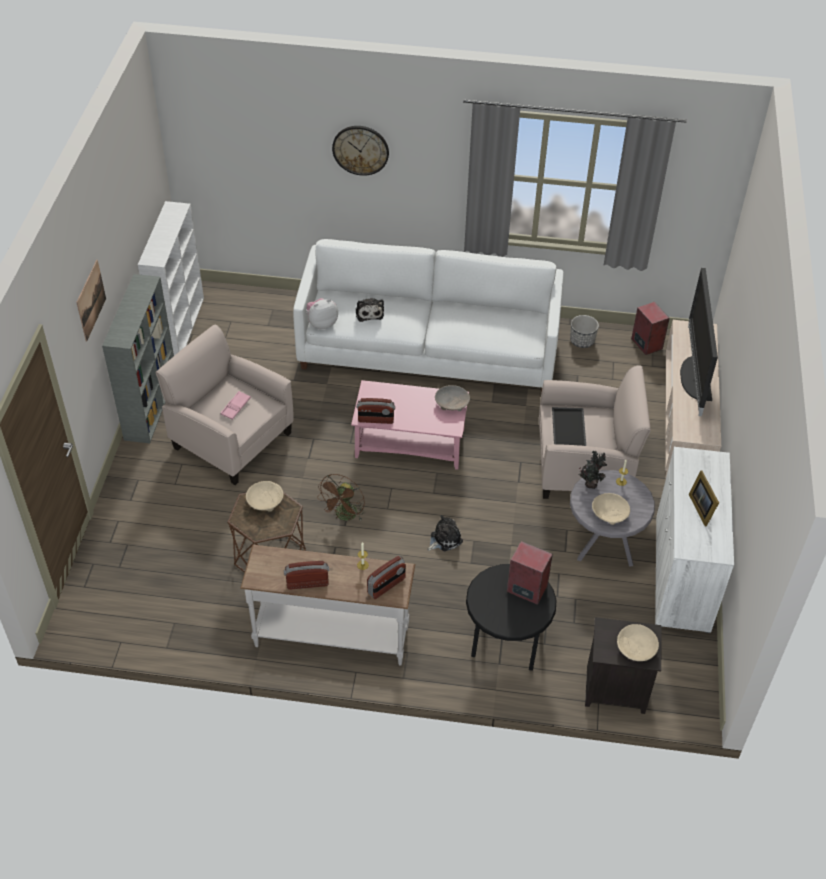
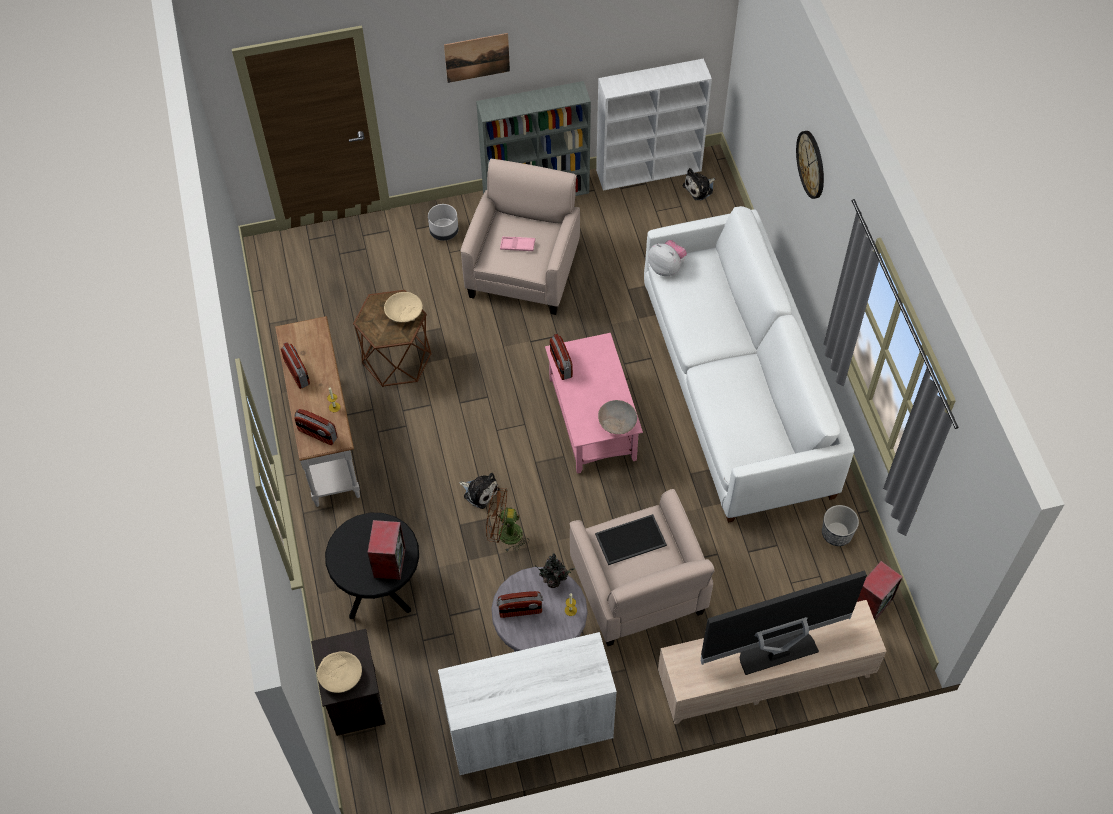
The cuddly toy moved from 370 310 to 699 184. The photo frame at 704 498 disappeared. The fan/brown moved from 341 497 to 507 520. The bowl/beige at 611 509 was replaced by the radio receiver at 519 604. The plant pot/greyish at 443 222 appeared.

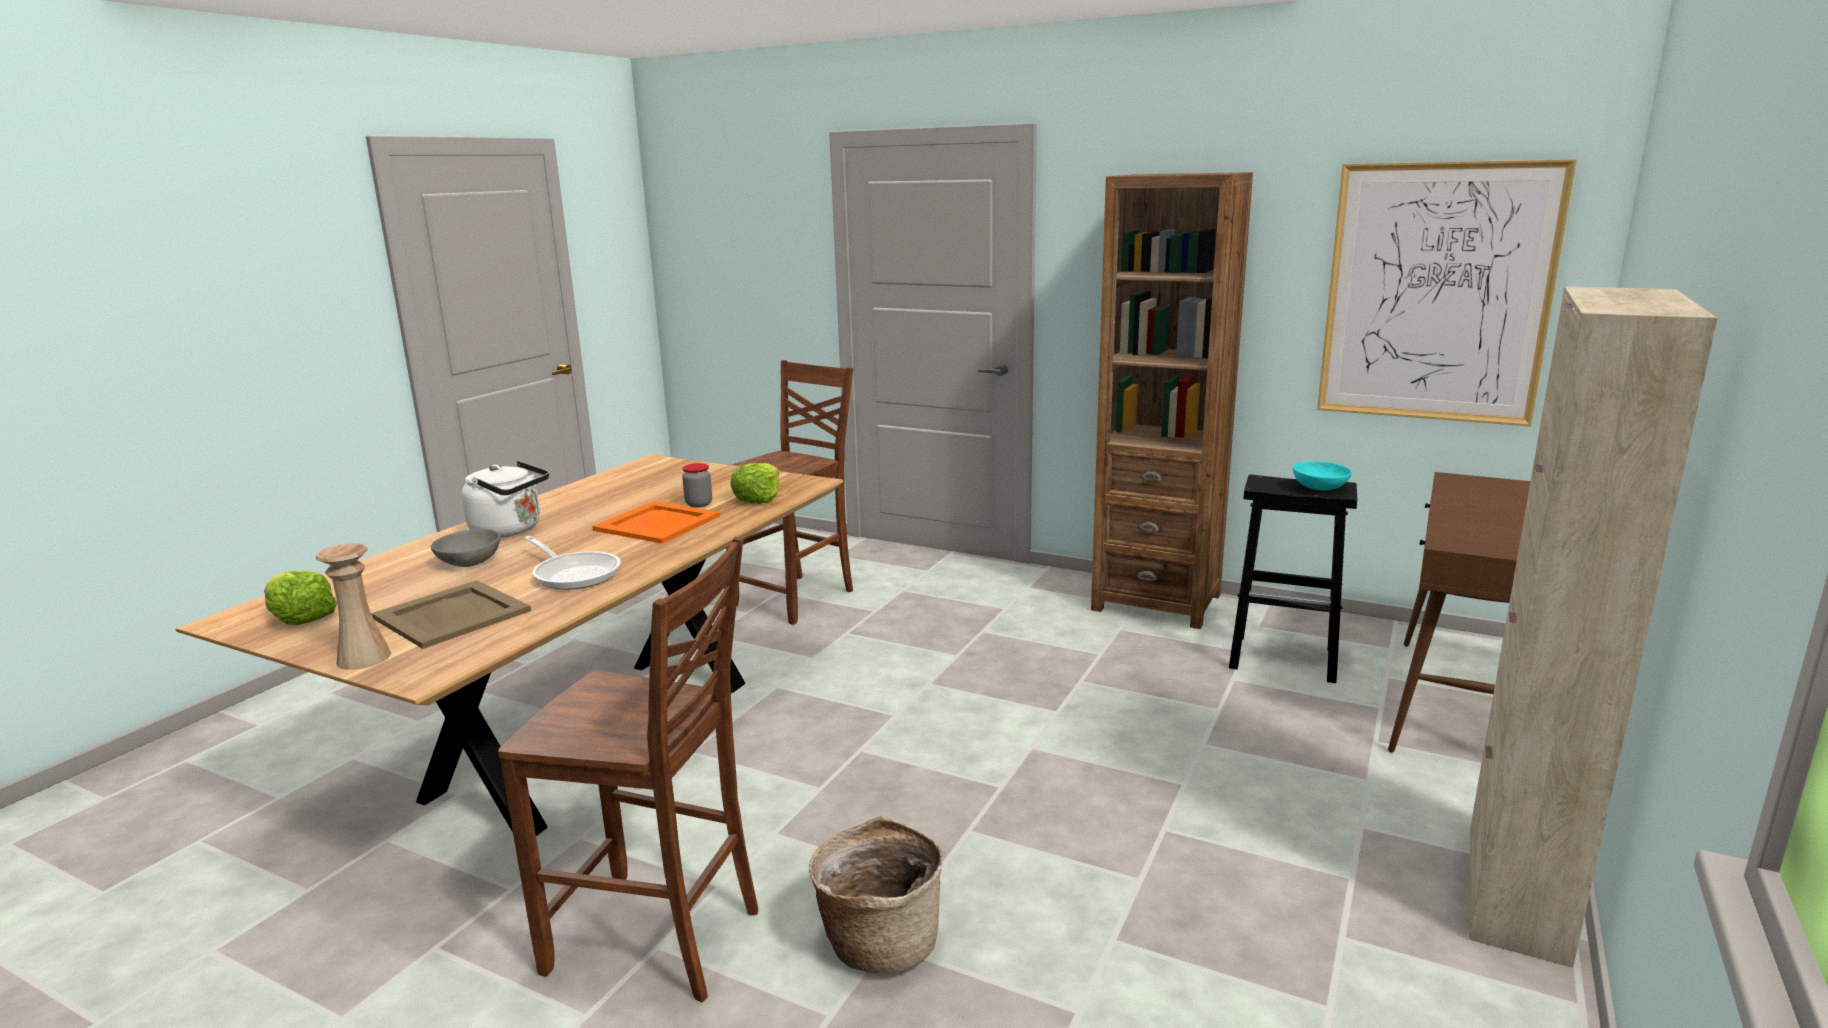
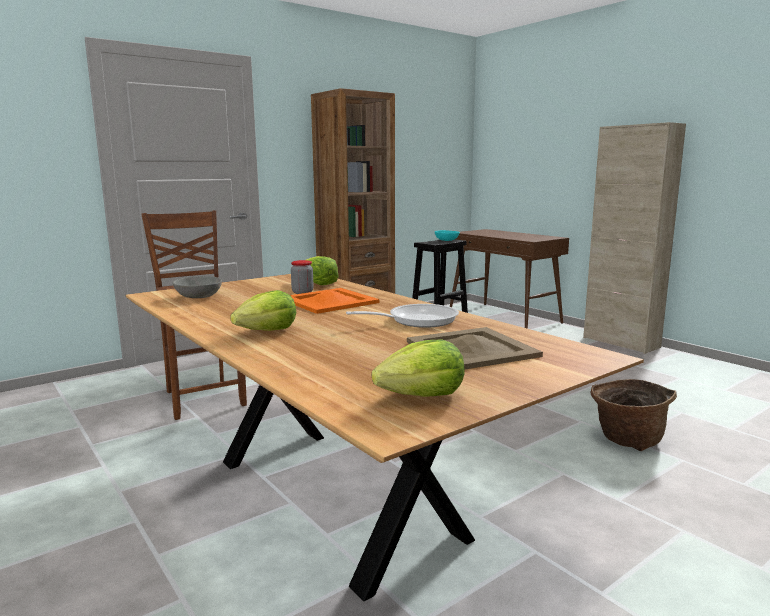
The wall picture at 1447 293 disappeared. The water kettle/whitish at 505 499 was replaced by the lettuce at 263 310. The bowl/greyish moved from 466 548 to 197 287. The chair/brown at 628 769 disappeared. The decorative vase/beige at 353 606 disappeared.

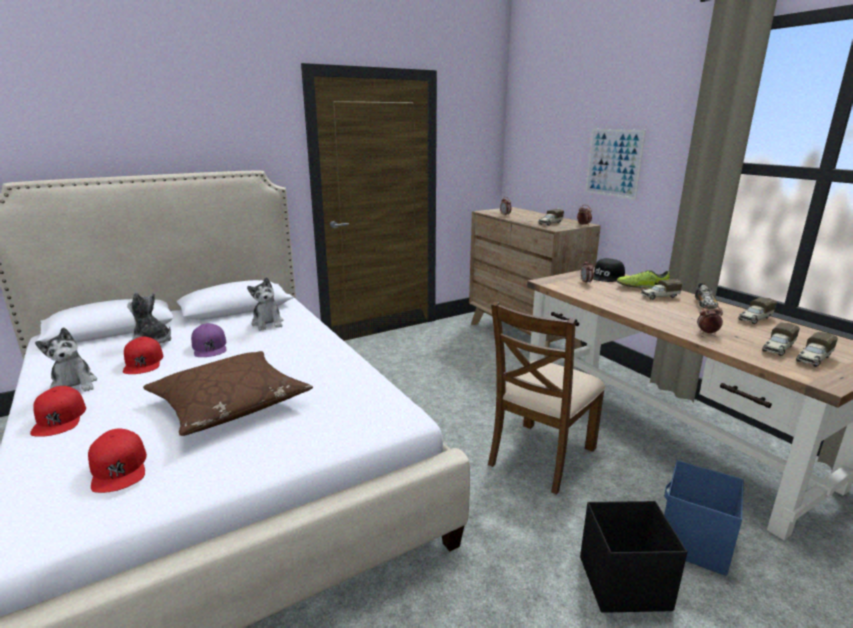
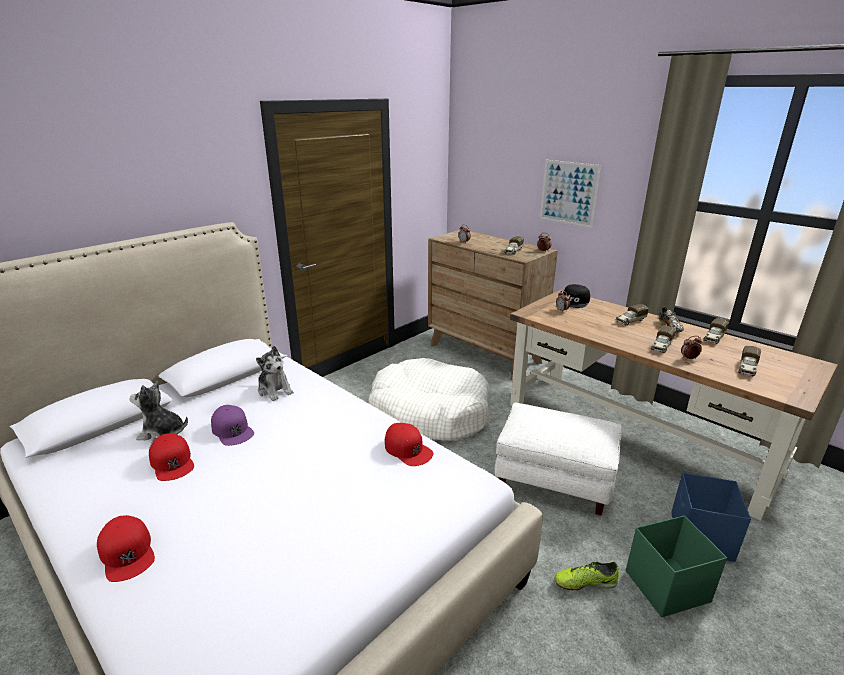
The item of footwear moved from 643 279 to 586 575. The chair/brown at 546 398 was replaced by the footrest/whitish at 558 459. The cuddly toy at 66 359 disappeared. The model truck moved from 817 349 to 663 339. The throw pillow/brown at 228 393 disappeared. The peaked cap/reddish moved from 117 461 to 409 444. The storage box/black at 633 557 became the storage box/green-coloured at 676 566. The dog cushion/whitish at 428 399 appeared.

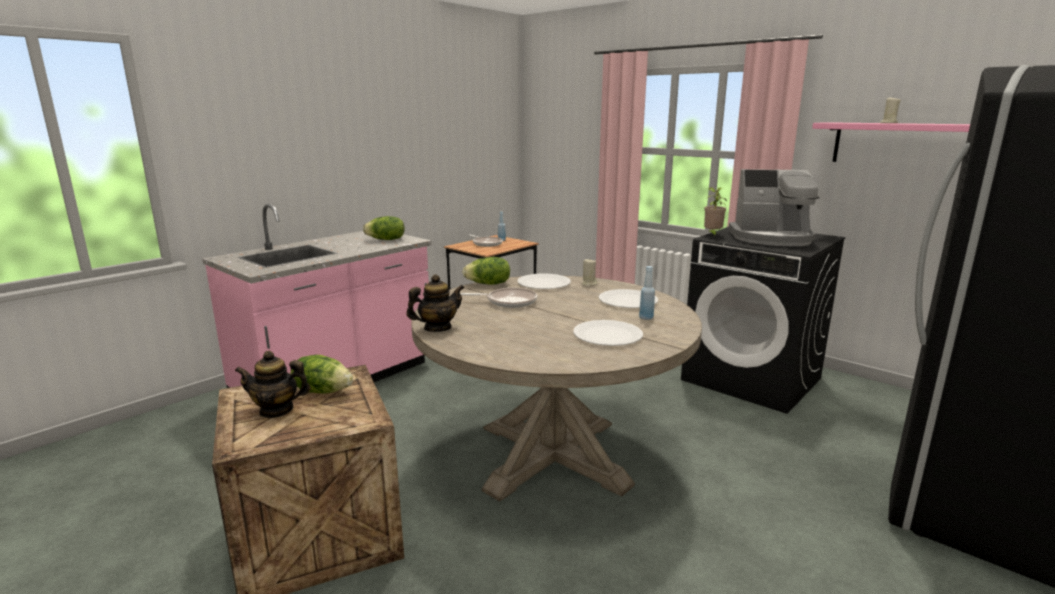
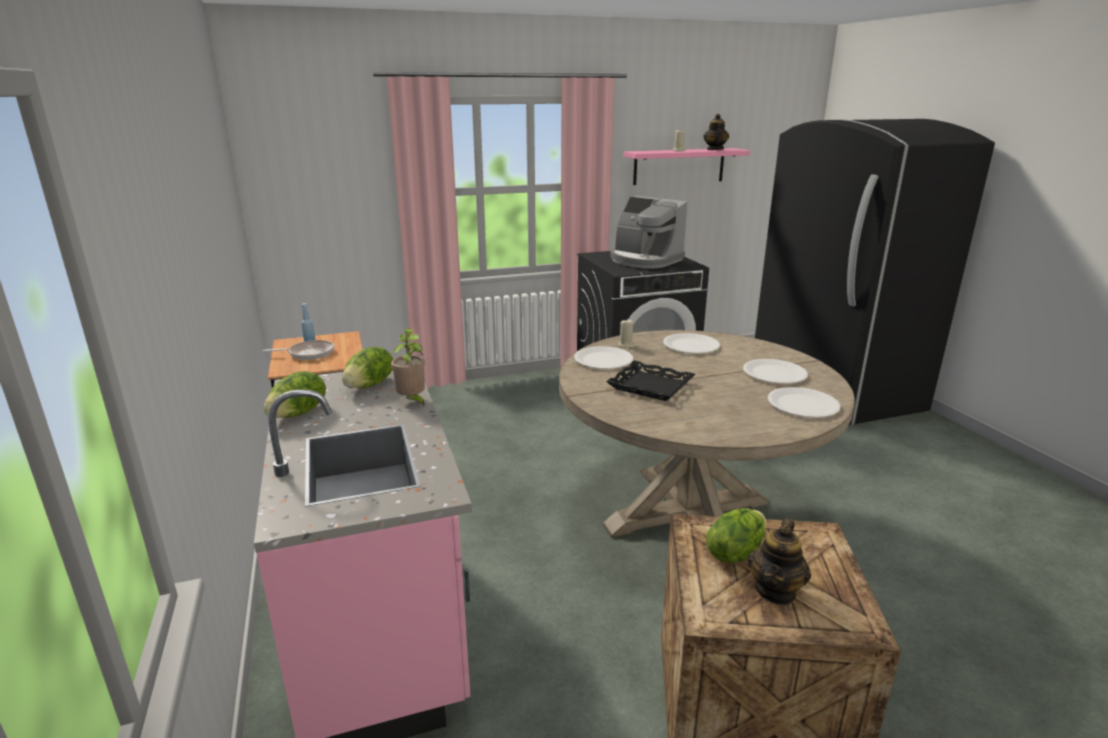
The coffee maker at 774 207 turned 90 degrees clockwise. The houseplant moved from 715 211 to 408 367. The lettuce moved from 486 271 to 294 394. The beverage bottle/blue at 647 293 disappeared. The pot for tea moved from 435 303 to 716 132. The frying pan at 499 298 was replaced by the serving tray/black at 651 380. The plate/whitish at 804 402 appeared.

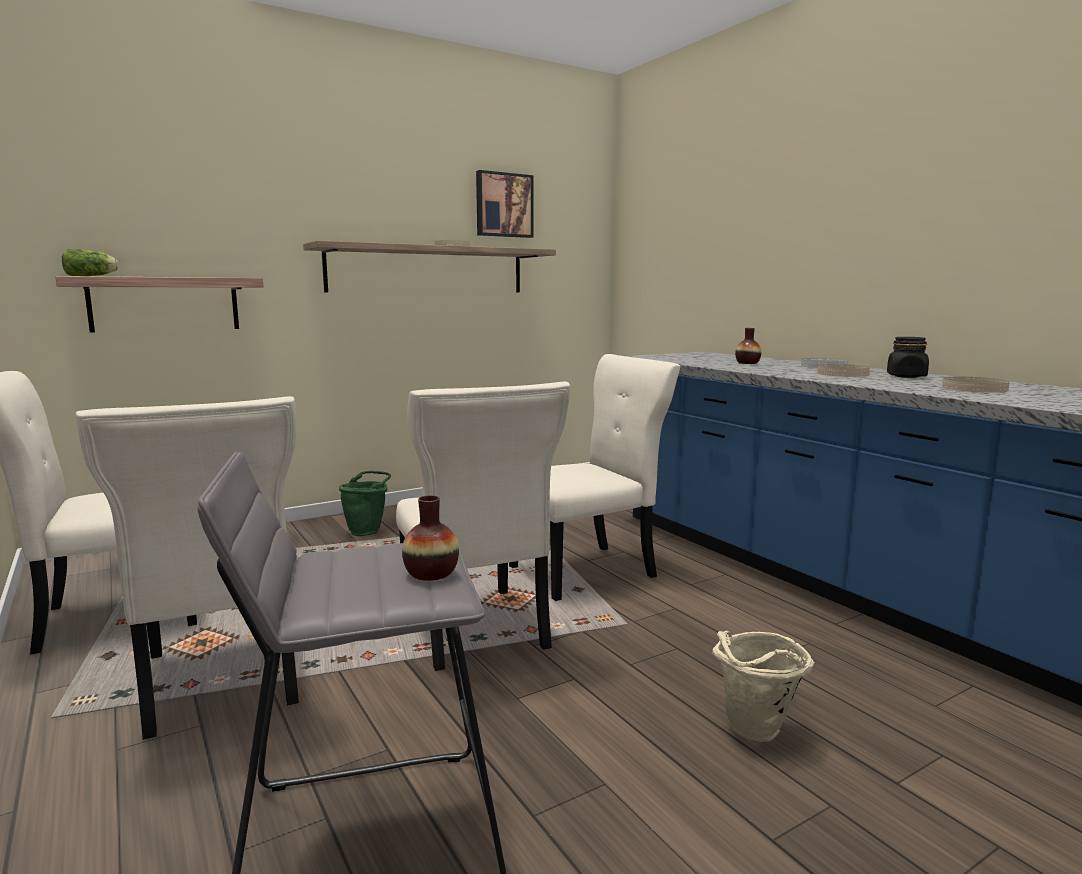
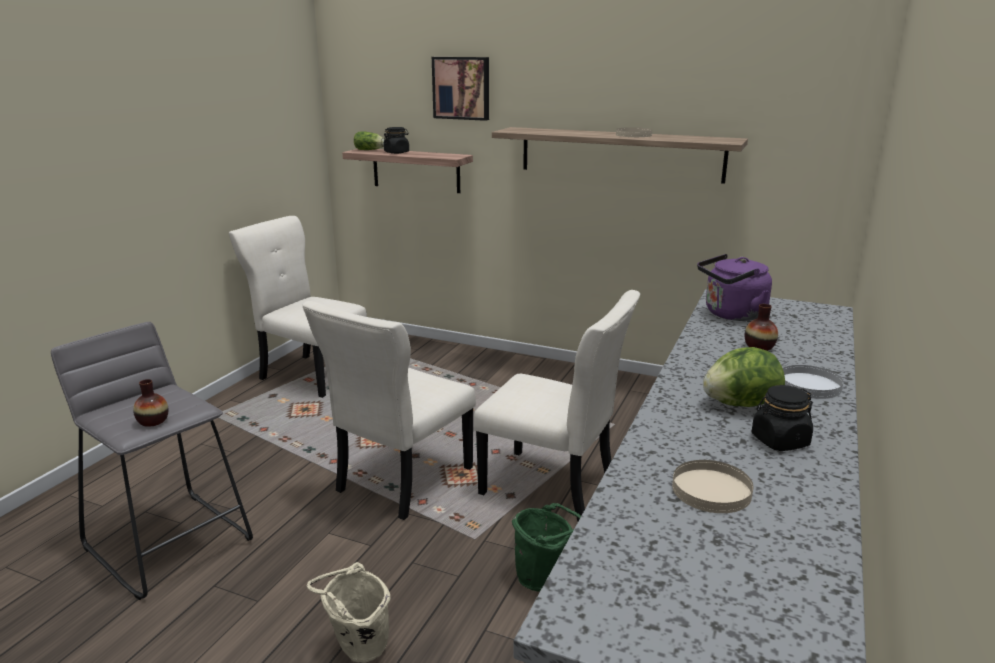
The wall picture moved from 505 204 to 460 89. The plate/beige at 843 370 was replaced by the lettuce at 744 377. The chair/beige at 187 568 disappeared. The pail/green-coloured moved from 365 503 to 546 547. The preserve jar/black at 396 140 appeared. The water kettle/purplish at 734 287 appeared.

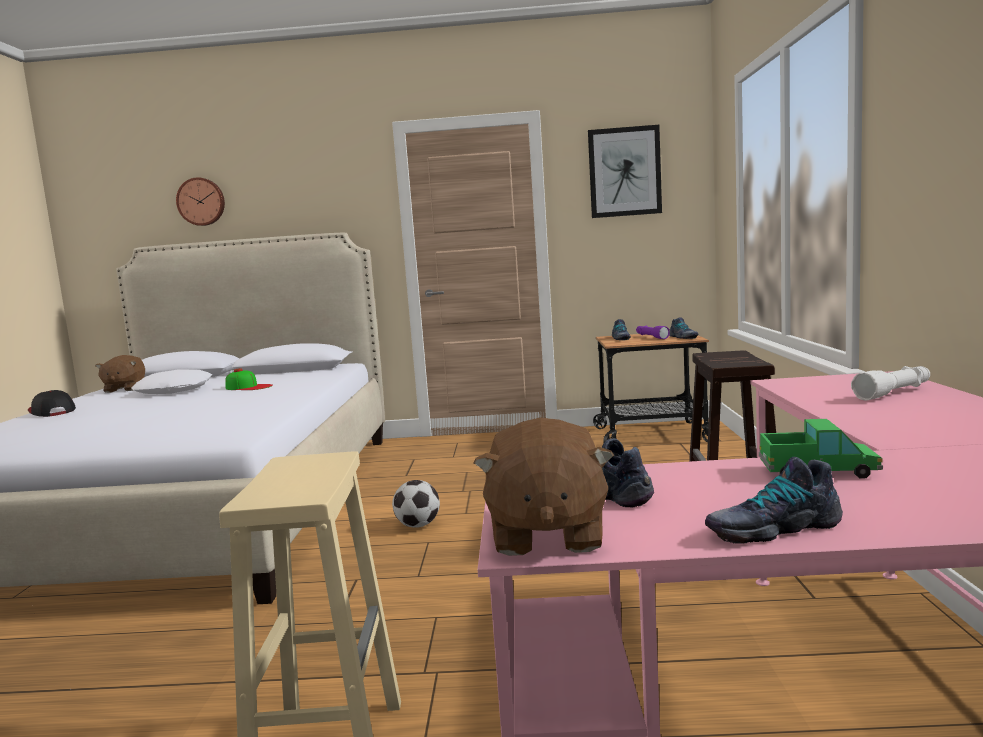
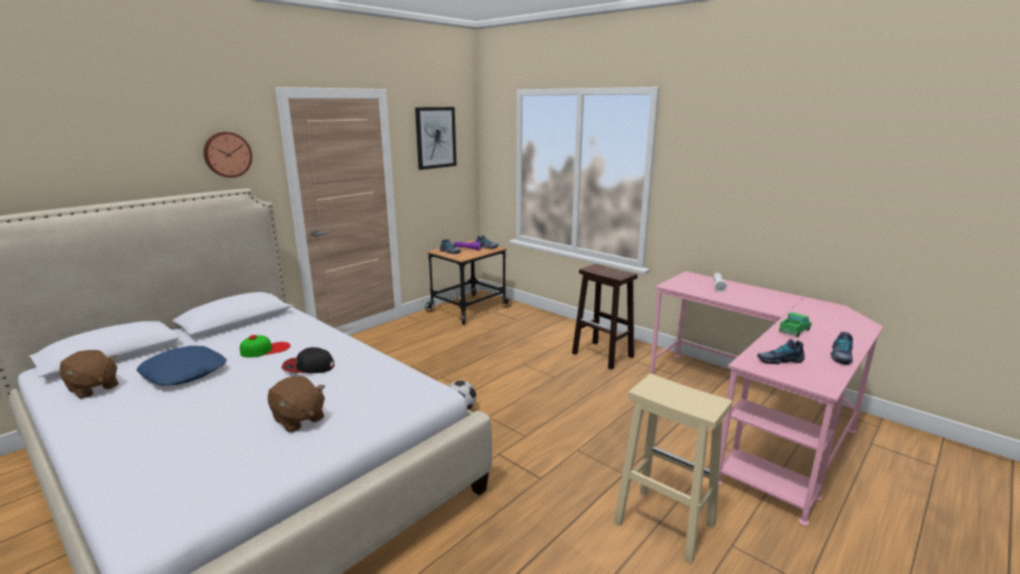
The hanging clock moved from 200 201 to 227 155. The throw pillow/whitish at 171 381 became the throw pillow/blue at 181 366. The peaked cap moved from 52 403 to 308 360. The cuddly toy/brown moved from 543 486 to 296 404.

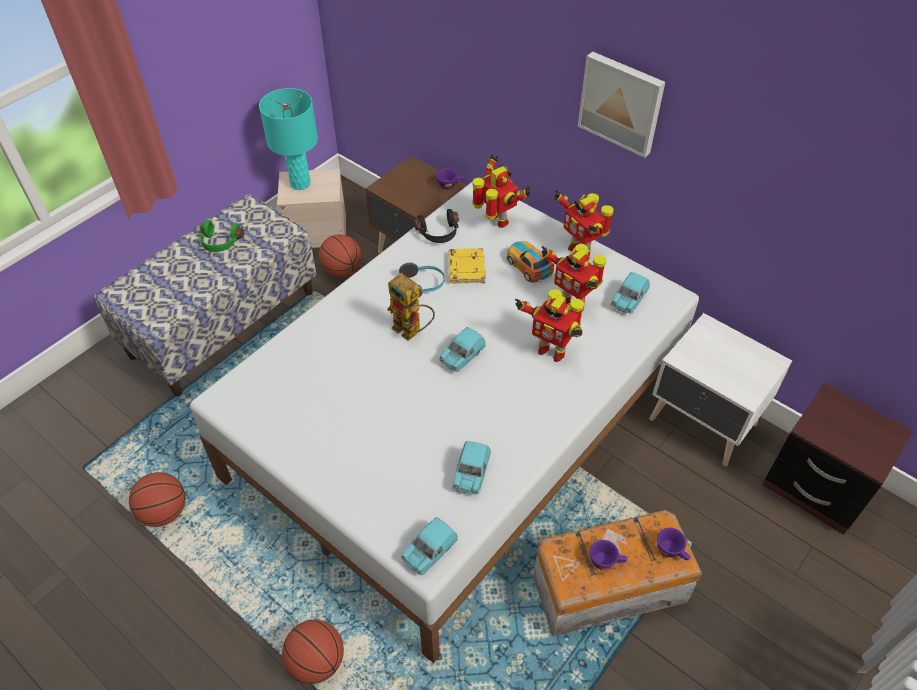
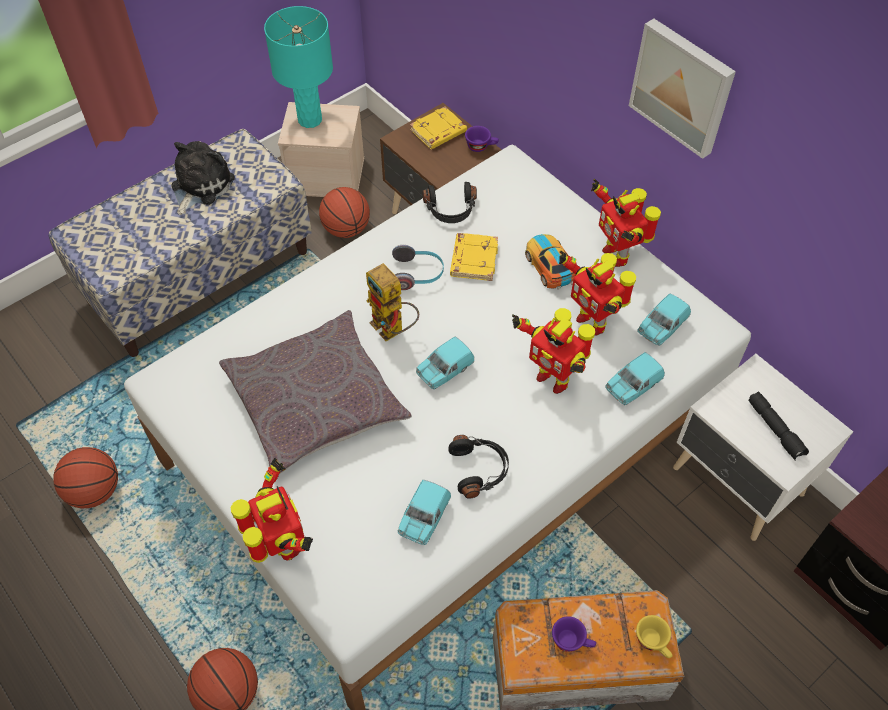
The model robot moved from 501 191 to 272 510. The pair of headphones/green-coloured at 221 236 was replaced by the cuddly toy at 203 178. The toy car/turquoise-coloured moved from 429 546 to 635 378. The small cup/purplish at 674 544 became the small cup/yellowish at 654 636. The volume/yellowish at 438 127 appeared. The throw pillow/greyish at 315 392 appeared. The hand torch/black at 779 426 appeared. The pair of headphones/black at 479 467 appeared.

